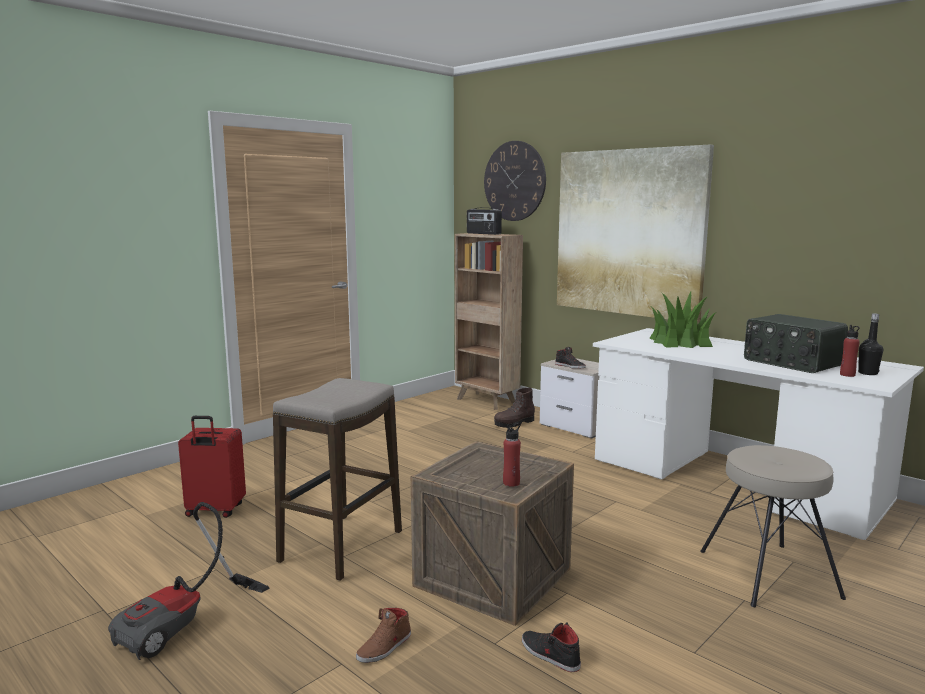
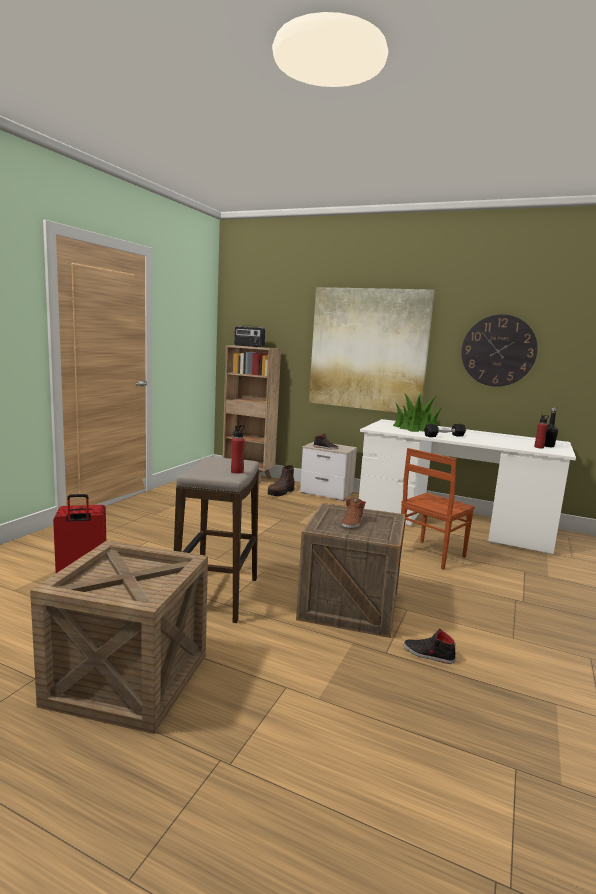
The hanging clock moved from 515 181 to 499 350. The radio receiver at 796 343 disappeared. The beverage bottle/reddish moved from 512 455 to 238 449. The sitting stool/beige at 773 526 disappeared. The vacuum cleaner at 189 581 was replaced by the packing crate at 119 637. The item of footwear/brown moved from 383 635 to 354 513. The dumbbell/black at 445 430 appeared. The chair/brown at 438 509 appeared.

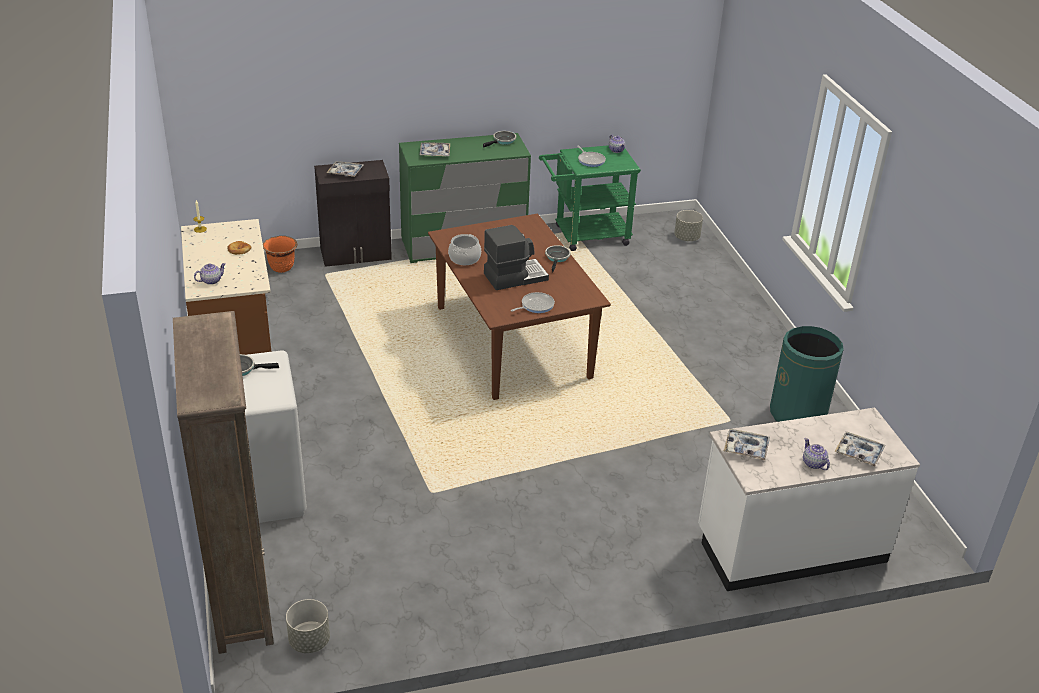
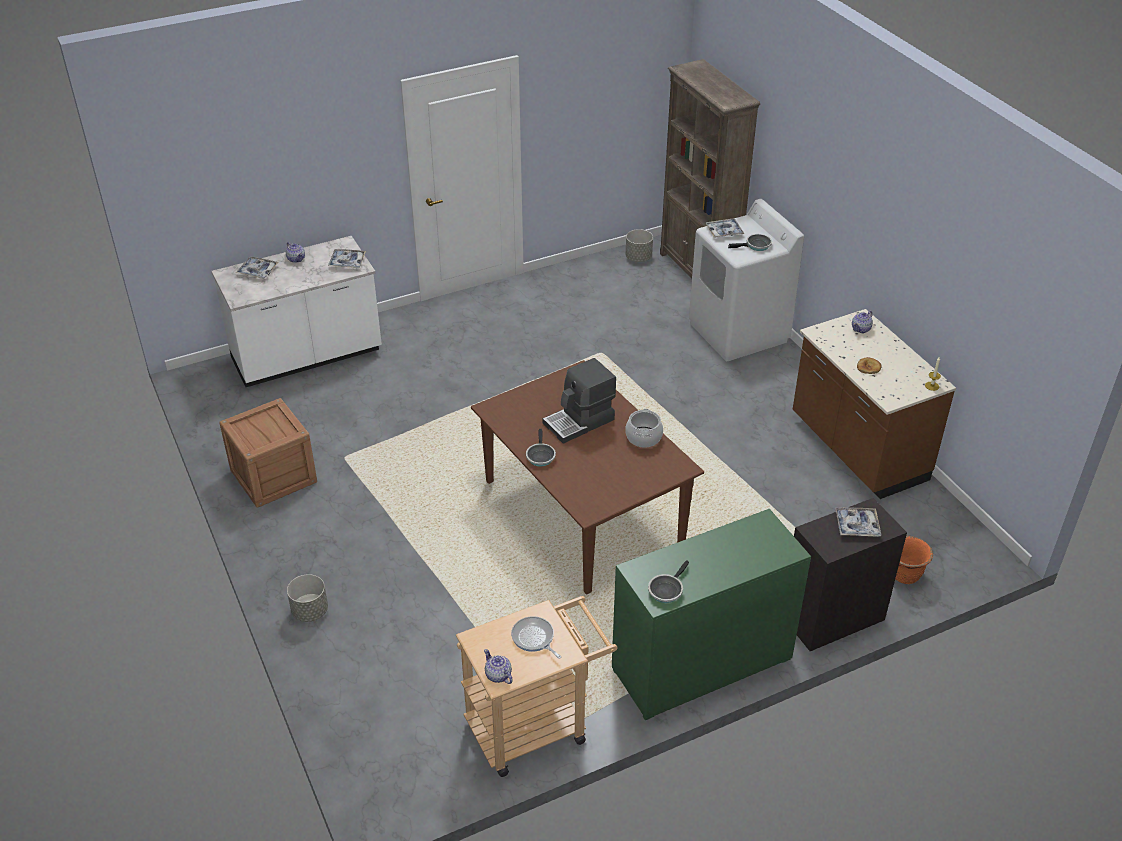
The serving tray moved from 435 149 to 725 228. The wheeled cart/green-coloured at 590 198 became the wheeled cart/beige at 536 686. The plant pot/greyish moved from 688 225 to 307 598. The frying pan at 533 302 disappeared. The waste bin/green-coloured at 807 374 was replaced by the packing crate at 268 453.

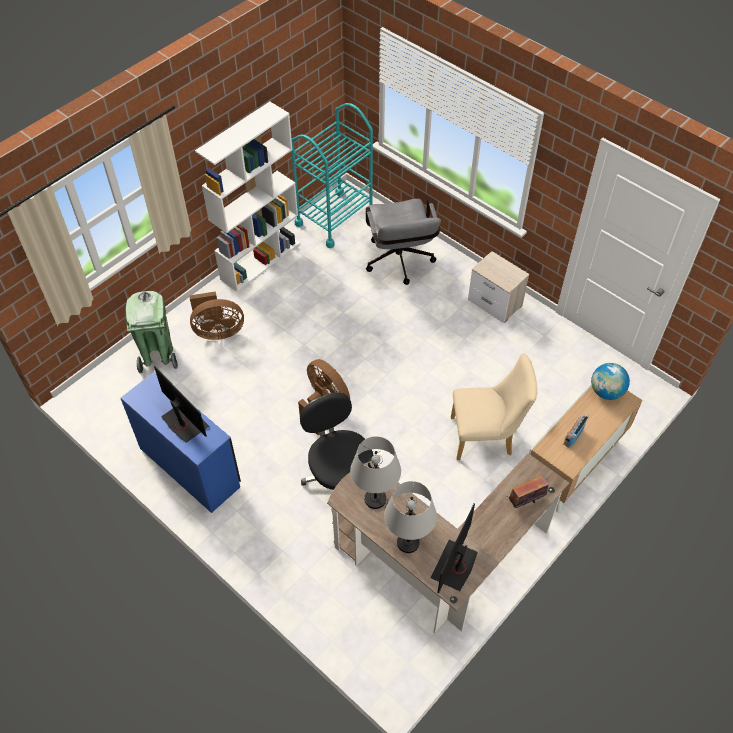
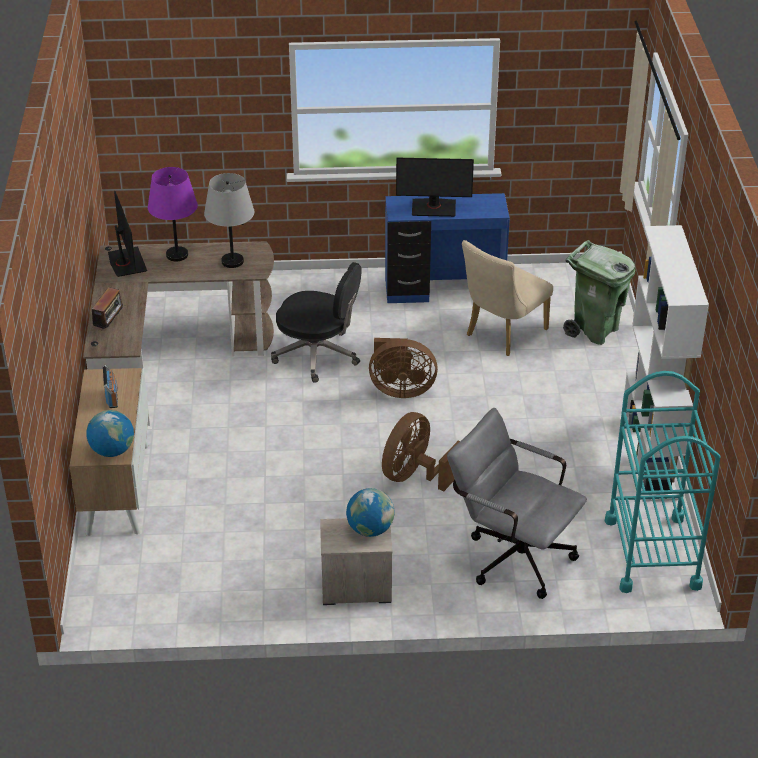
The fan/brown moved from 216 315 to 421 451. The chair/beige moved from 494 406 to 507 298. The lamp for a table/greyish at 410 517 became the lamp for a table/purplish at 173 214. The globe at 370 512 appeared.

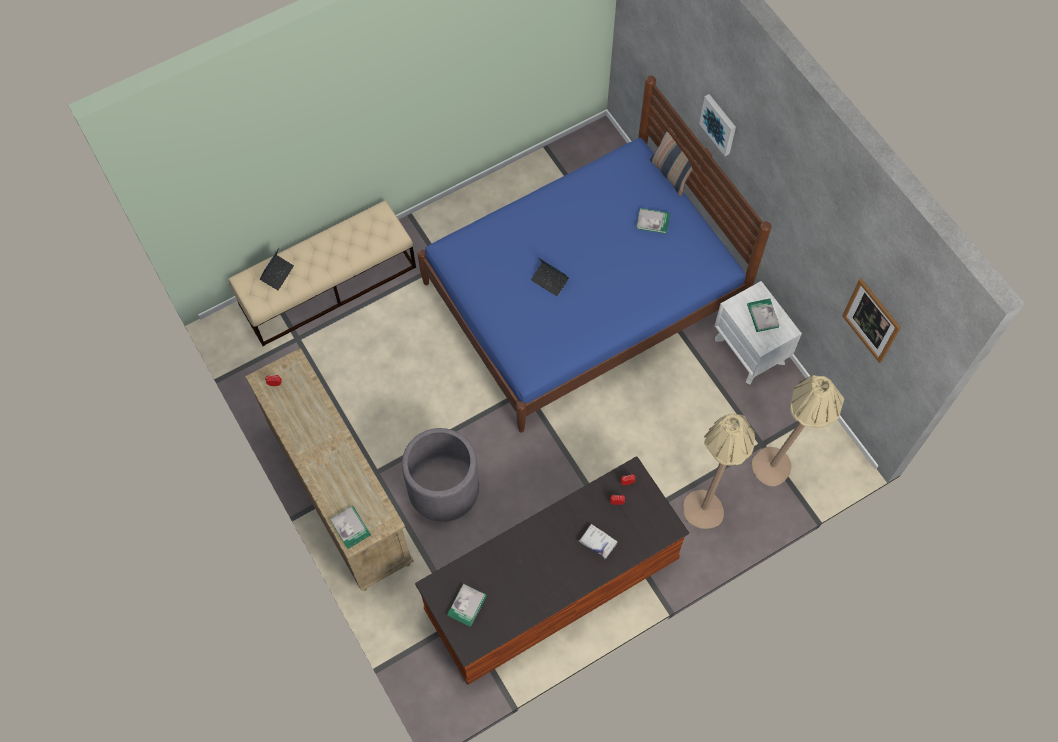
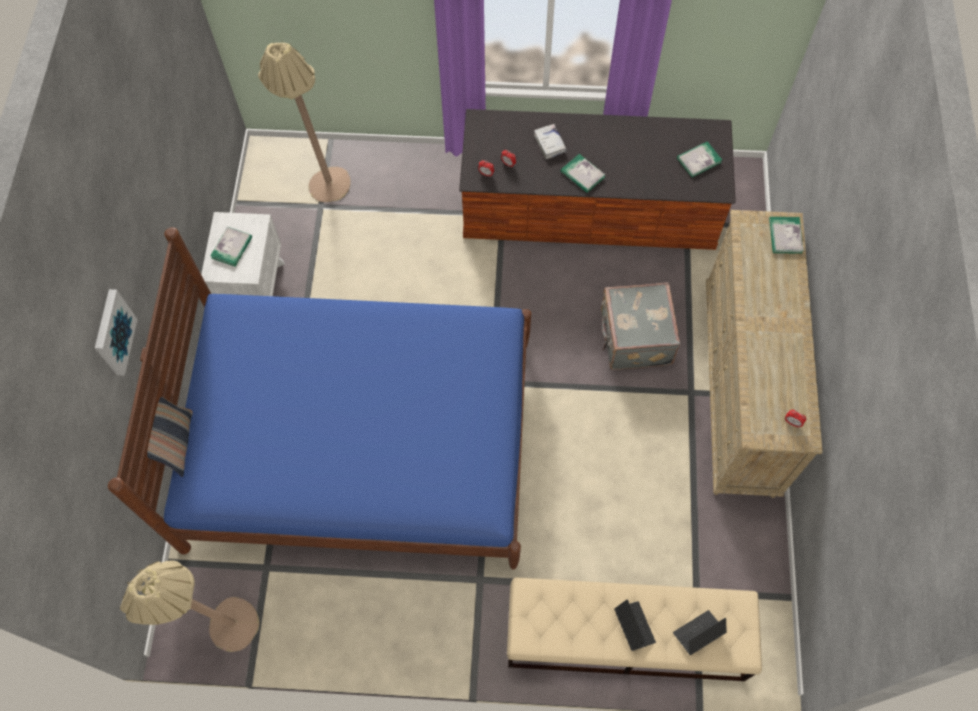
The volume moved from 653 221 to 583 173. The notebook computer moved from 550 277 to 635 625. The wall picture at 871 321 disappeared. The standing lamp/beige moved from 719 471 to 189 606. The plant pot/greyish at 440 475 was replaced by the suitcase/greyish at 640 326.

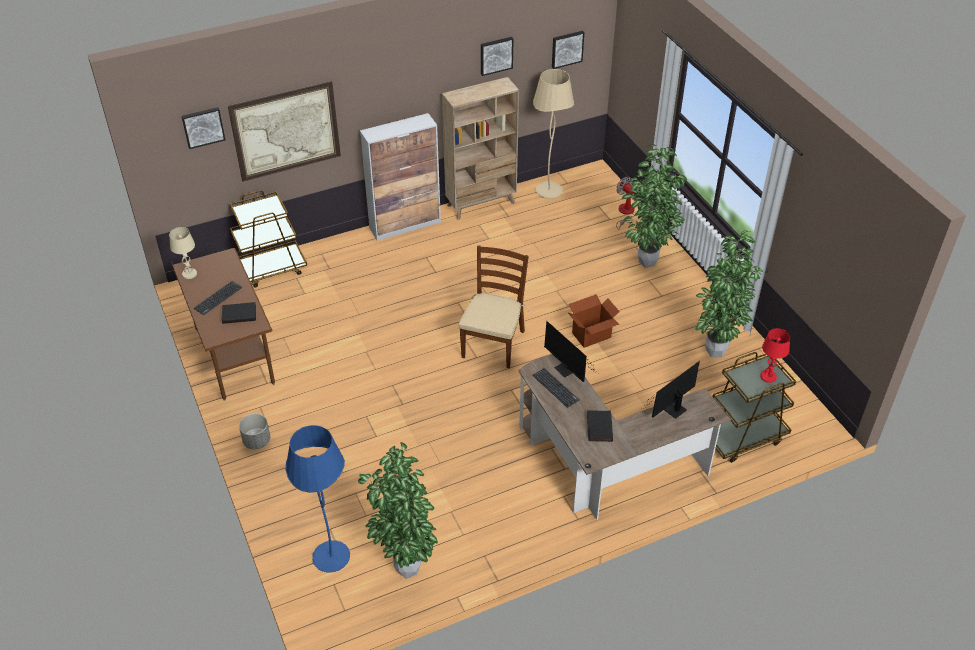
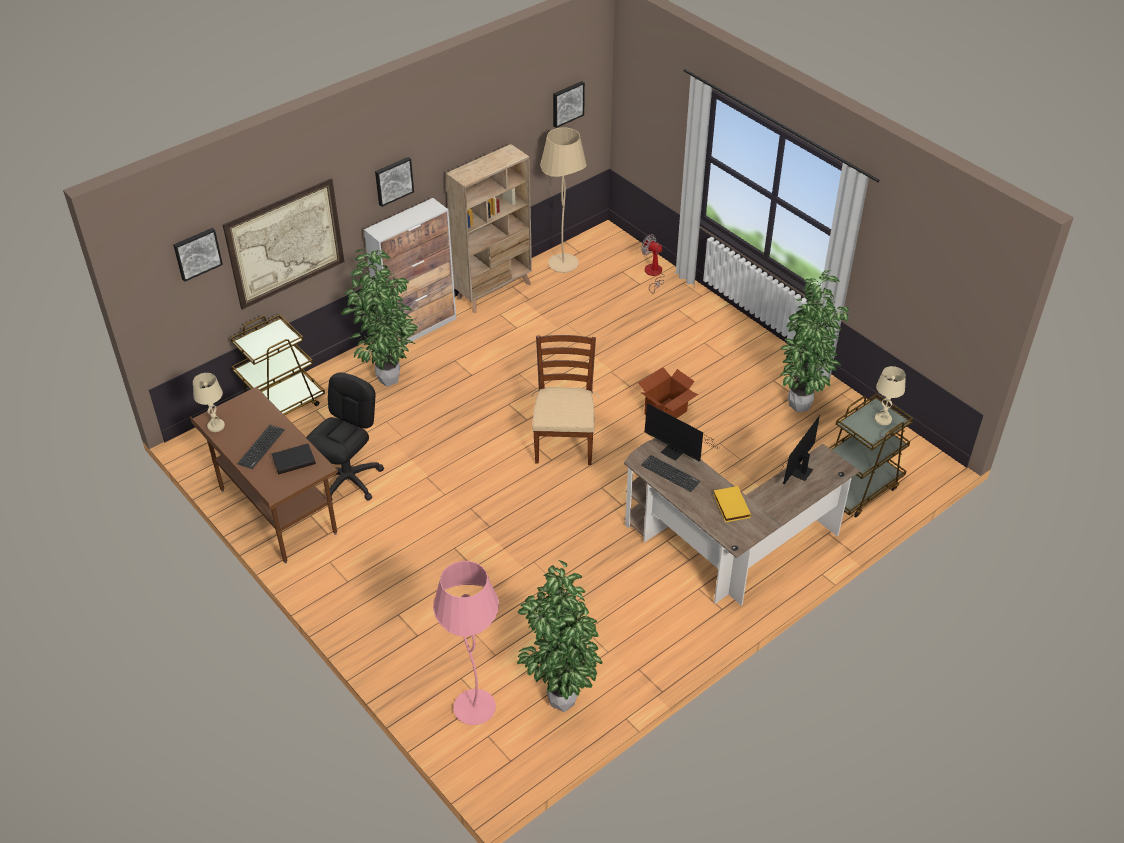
The wall picture moved from 497 56 to 394 182. The houseplant moved from 654 206 to 380 318. The lamp for a table/reddish at 775 355 became the lamp for a table/beige at 890 395. The volume/black at 600 426 became the volume/yellowish at 732 504. The plant pot/greyish at 254 431 disappeared. The standing lamp/blue at 318 499 became the standing lamp/pinkish at 466 643. The computer chair/black at 345 437 appeared.

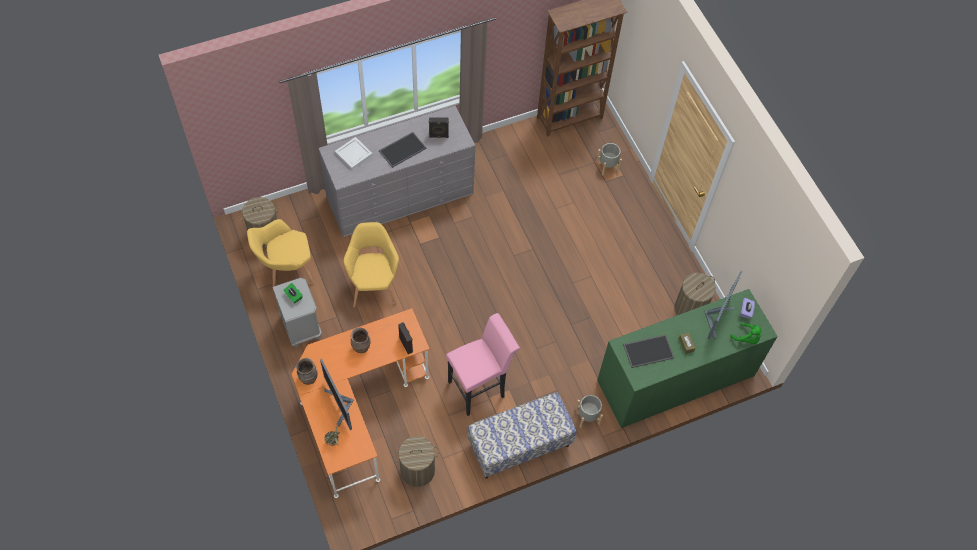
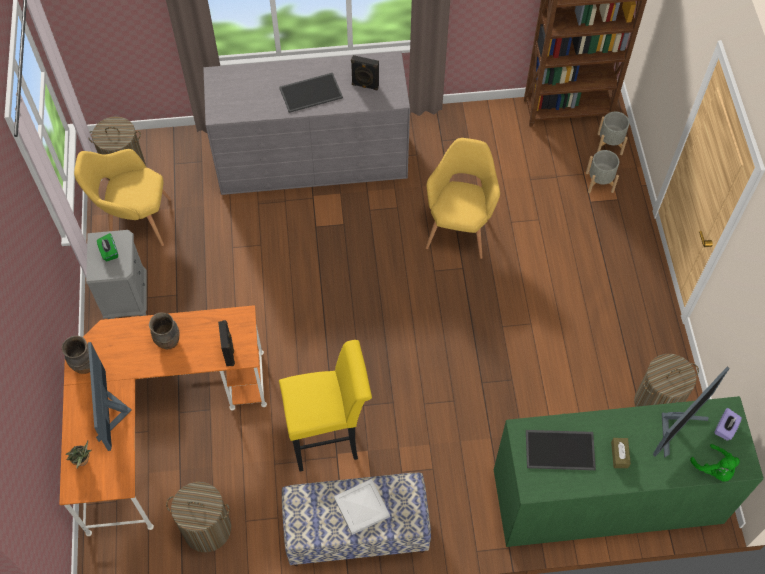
The serving tray/whitish moved from 354 153 to 362 507. The easy chair/yellowish moved from 371 265 to 463 198. The sitting stool/pinkish at 483 364 became the sitting stool/yellowish at 325 406. The plant pot/greyish moved from 589 411 to 613 133.

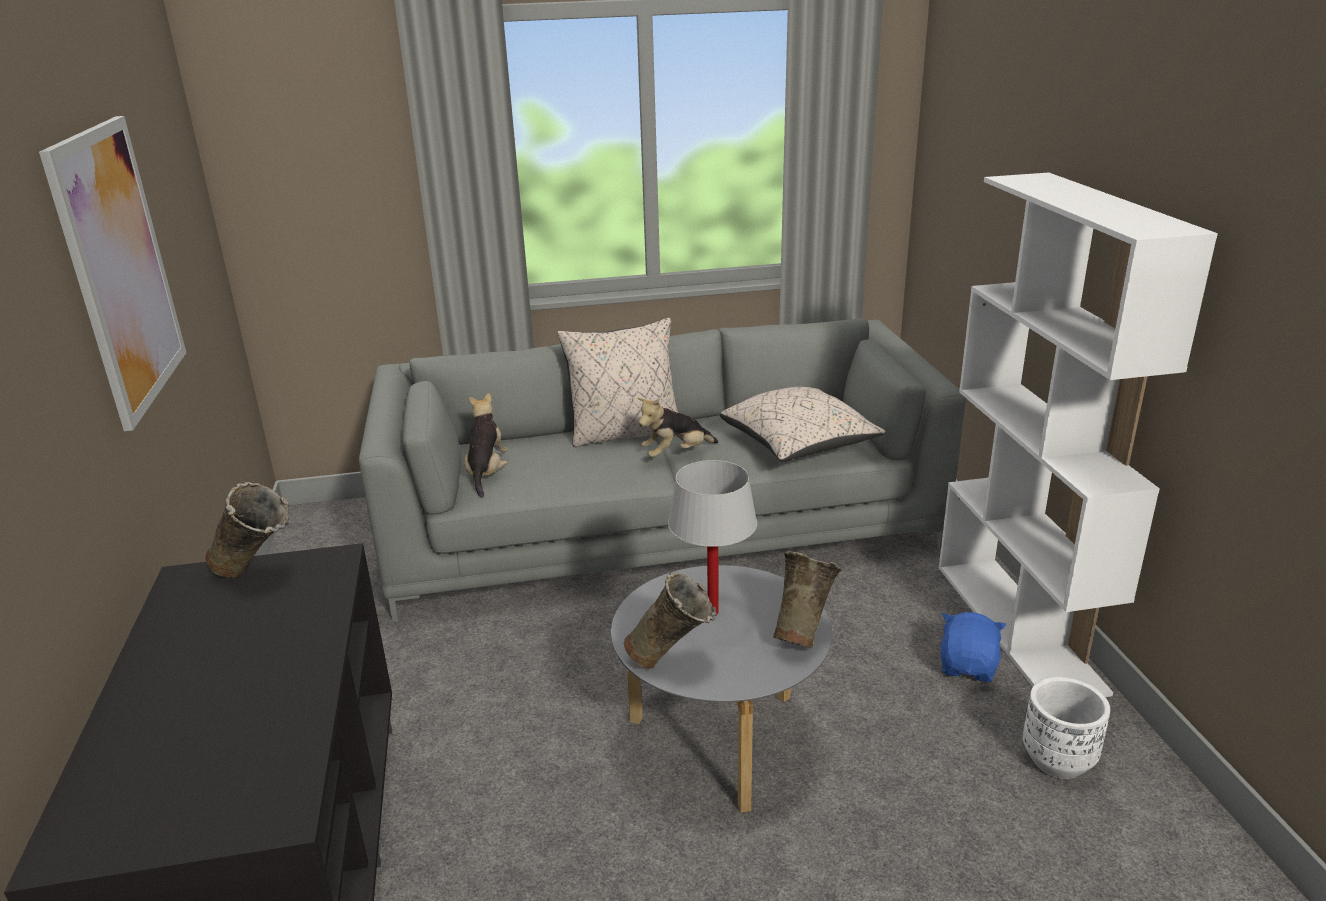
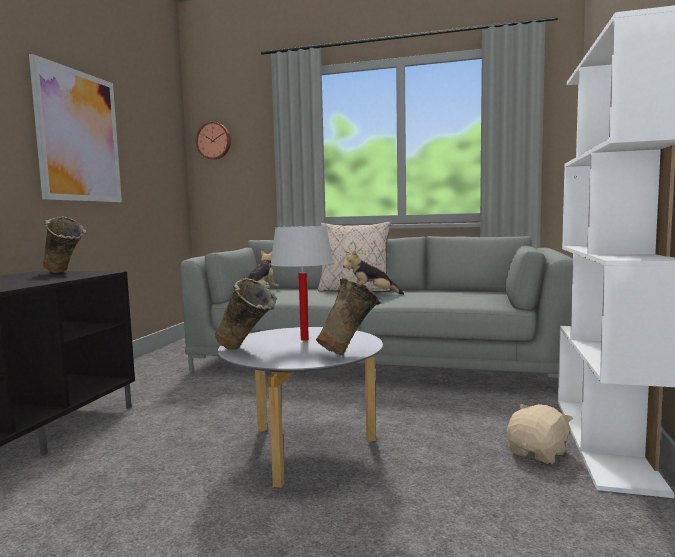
The throw pillow/beige at 802 424 disappeared. The cuddly toy/blue at 973 647 became the cuddly toy/beige at 540 434. The plant pot/whitish at 1066 728 disappeared. The hanging clock at 213 141 appeared.

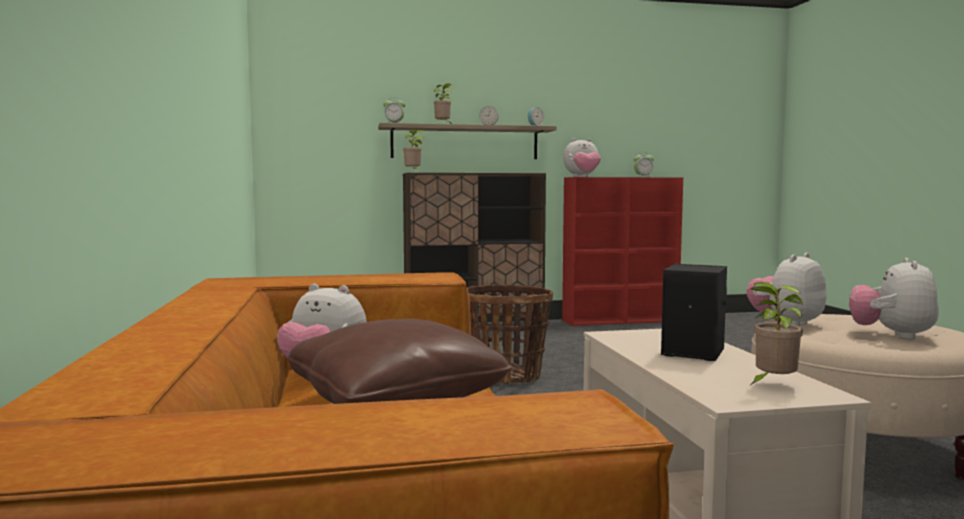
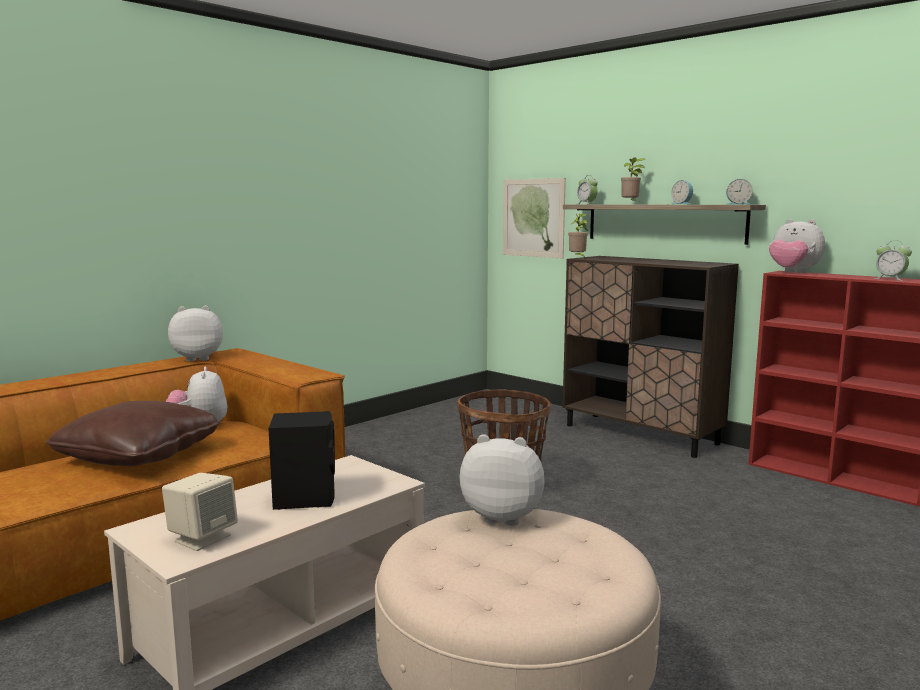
The cuddly toy moved from 894 299 to 195 334. The houseplant at 776 333 was replaced by the audio speaker/beige at 200 512. The wall picture at 534 218 appeared.

